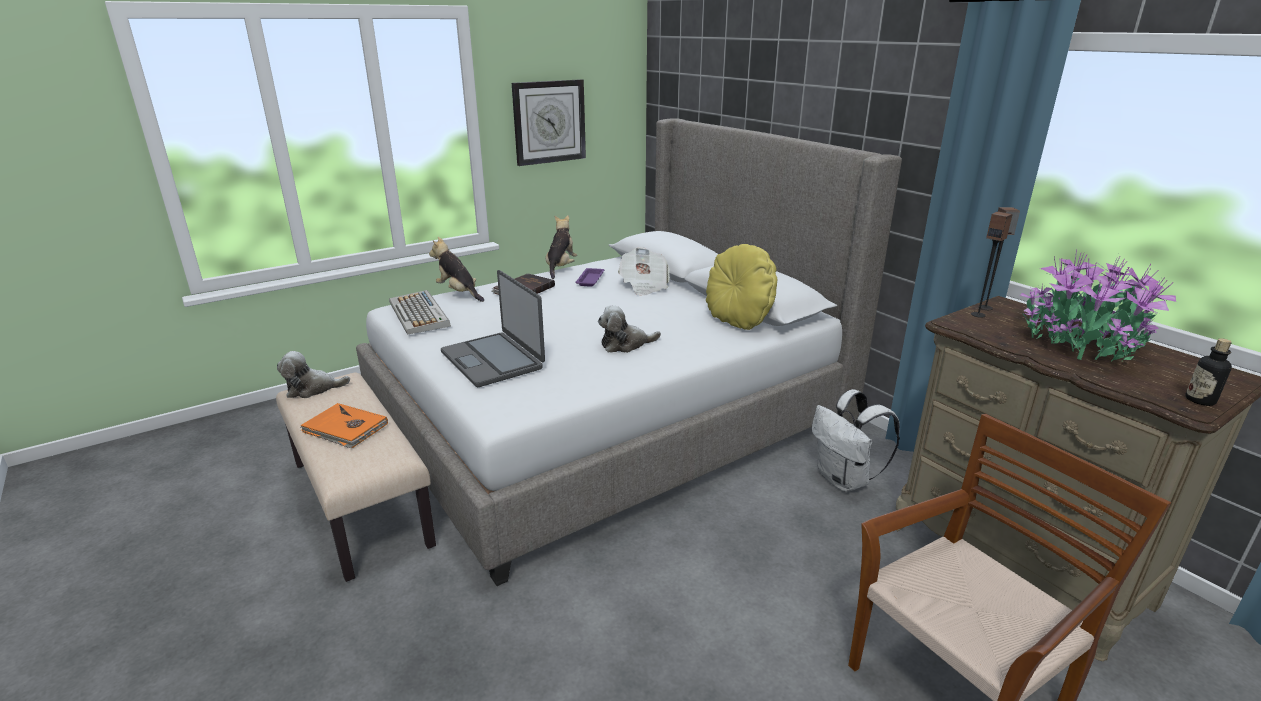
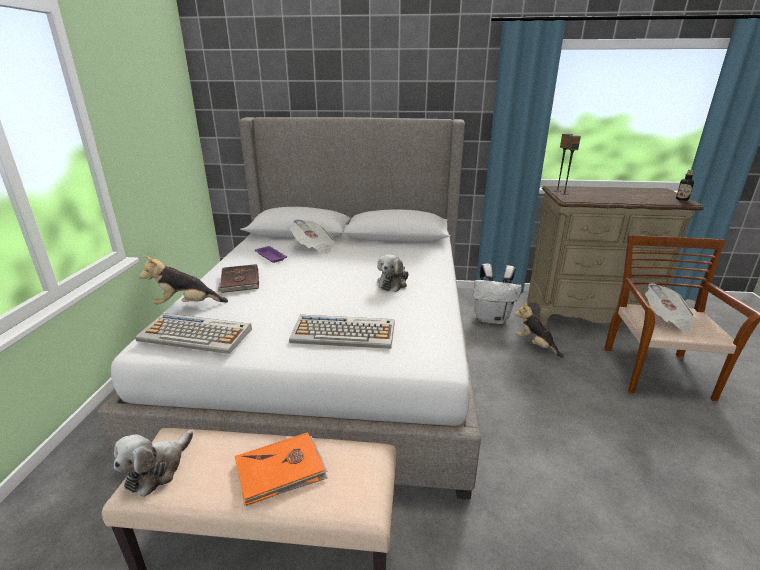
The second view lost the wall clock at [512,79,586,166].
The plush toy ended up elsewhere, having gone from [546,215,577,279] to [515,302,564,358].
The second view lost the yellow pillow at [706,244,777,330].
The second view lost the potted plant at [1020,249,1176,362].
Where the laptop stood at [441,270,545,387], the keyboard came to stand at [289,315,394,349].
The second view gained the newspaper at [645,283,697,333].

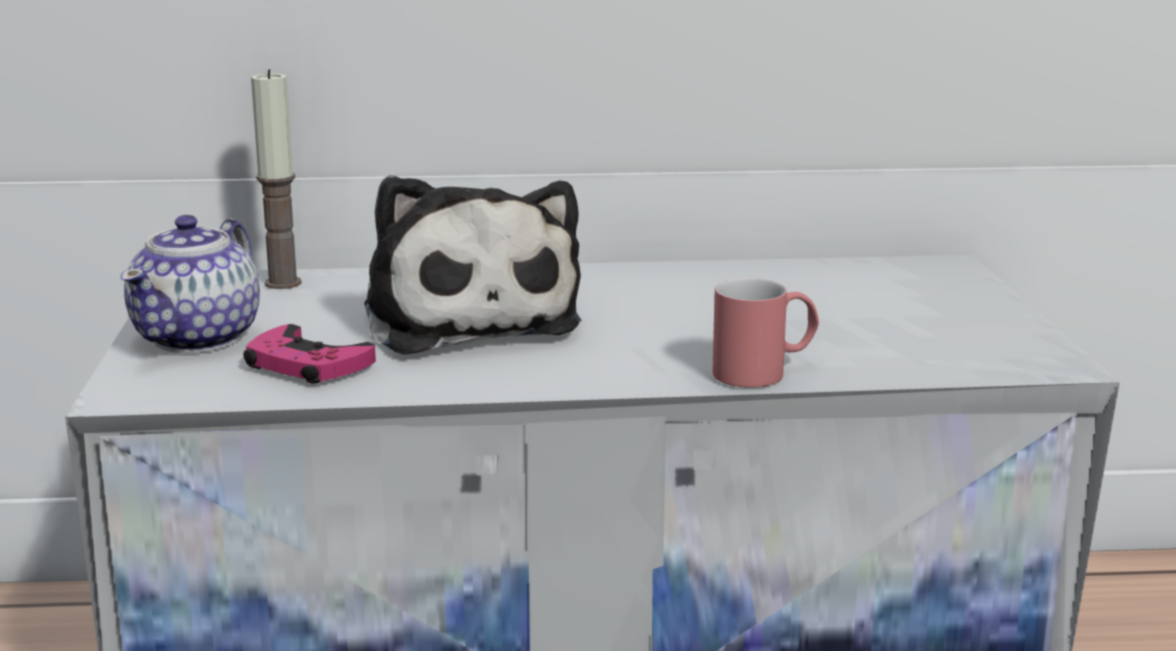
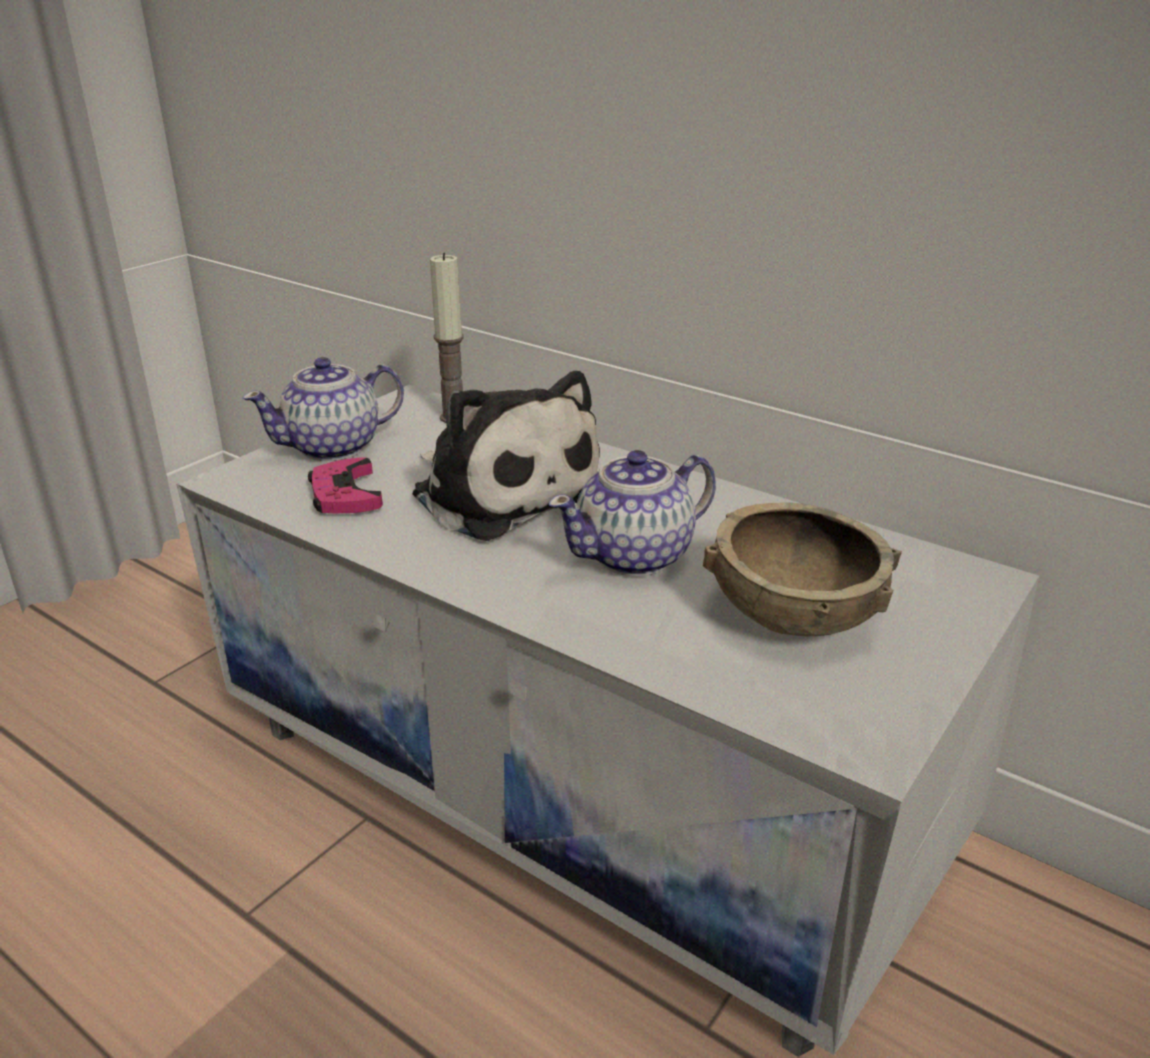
The plush toy at [364,175,582,355] ended up facing another way, 60 degrees counterclockwise from before.
The second view lost the red mug at [712,278,819,388].
The second view gained the teapot at [549,450,716,576].
The second view gained the brown bowl at [703,503,902,636].

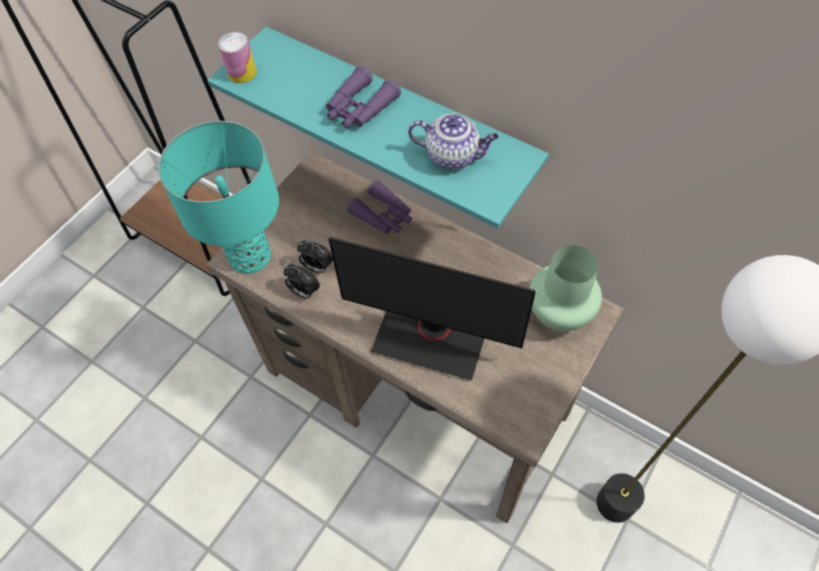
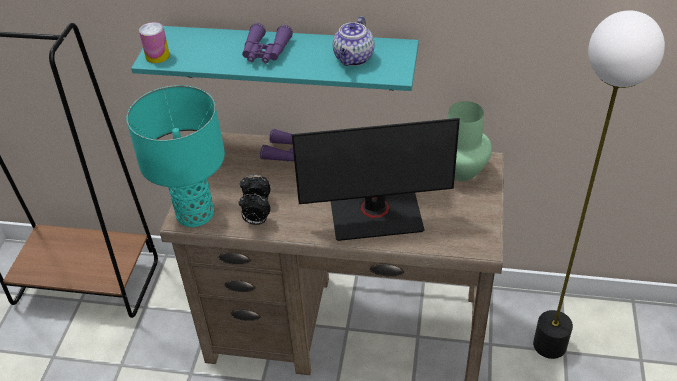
The teapot at [408,113,499,170] ended up facing another way, 120 degrees clockwise from before.

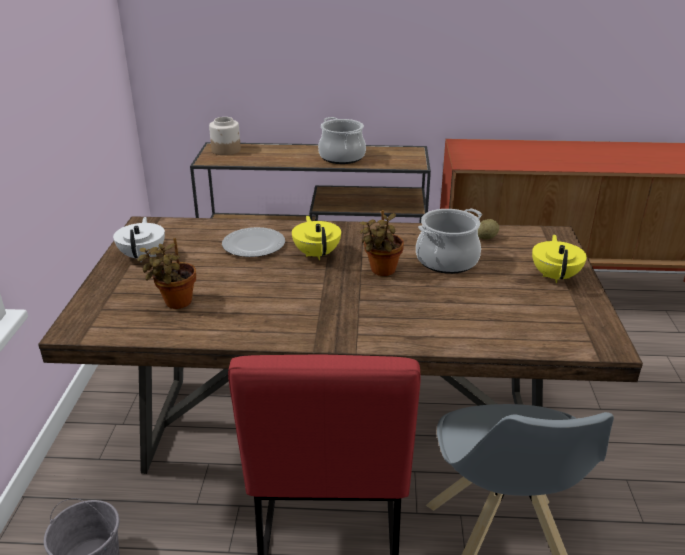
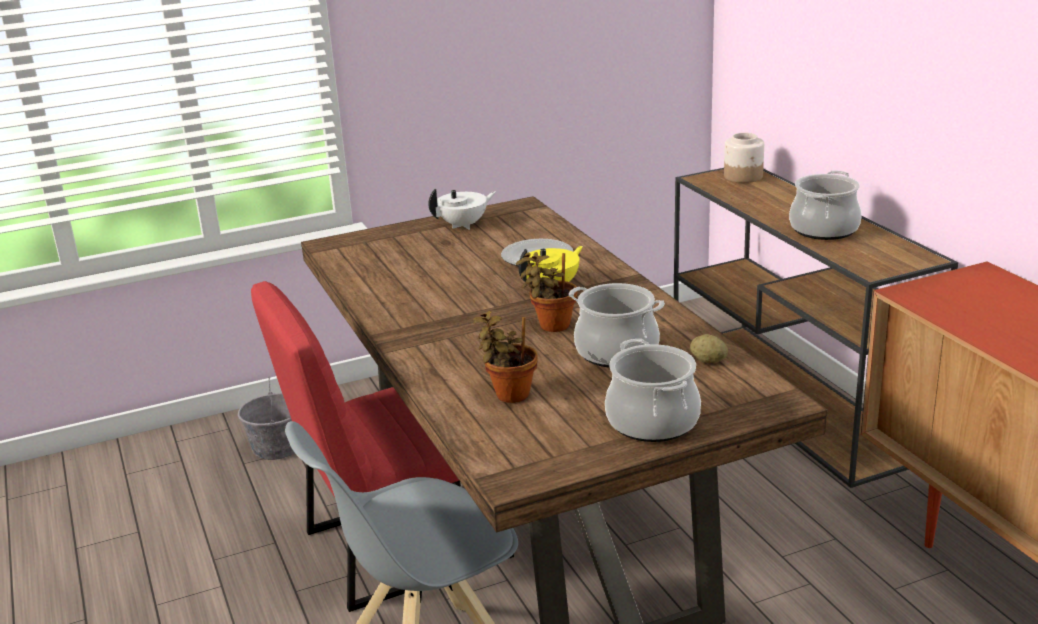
Where the yellow teapot stood at [532,235,587,283], the cooking pot came to stand at [605,339,701,442].
The potted plant ended up elsewhere, having gone from [137,238,196,309] to [473,311,538,403].

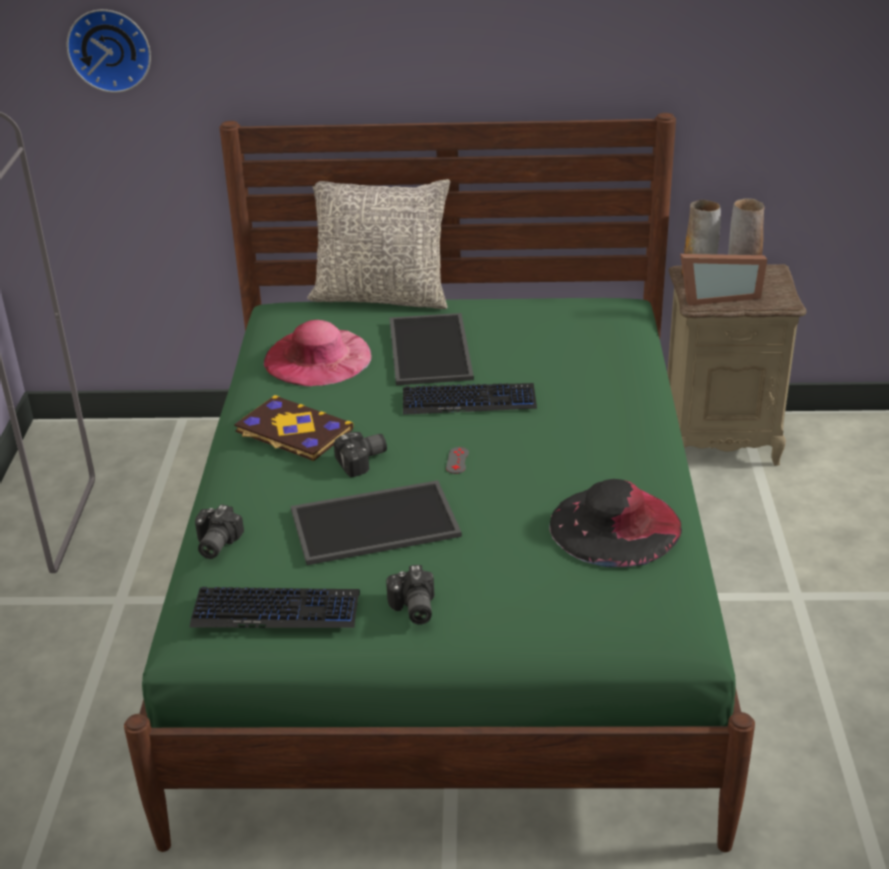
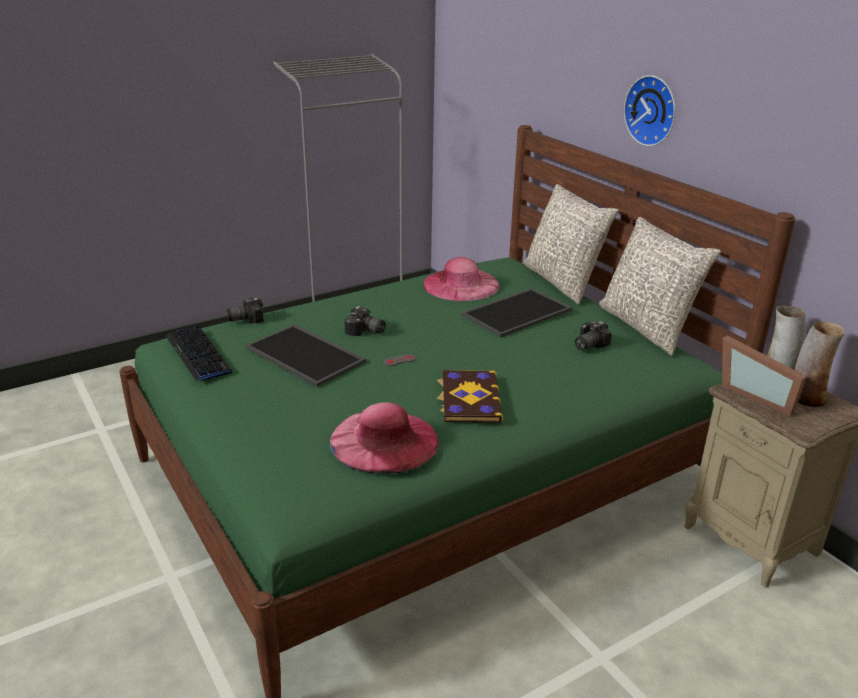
The wall clock ended up elsewhere, having gone from [67,9,151,93] to [624,75,675,146].
The second view lost the keyboard at [403,383,537,415].
The book ended up elsewhere, having gone from [234,395,353,461] to [437,370,503,423].
What was the black hat at [550,479,682,567] turned into the pink hat at [330,402,439,474].
The photo camera ended up elsewhere, having gone from [386,565,435,625] to [575,321,612,350].
The second view gained the grey pillow at [599,217,721,355].

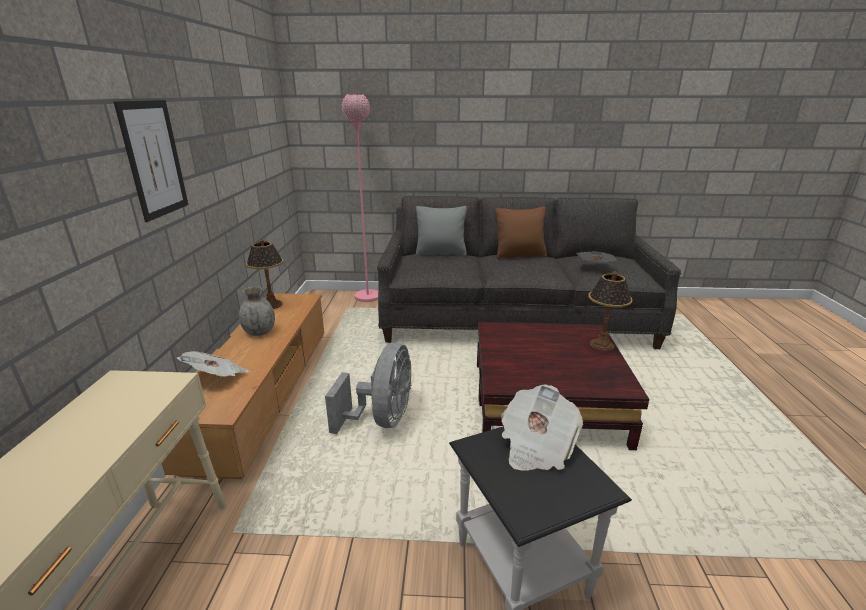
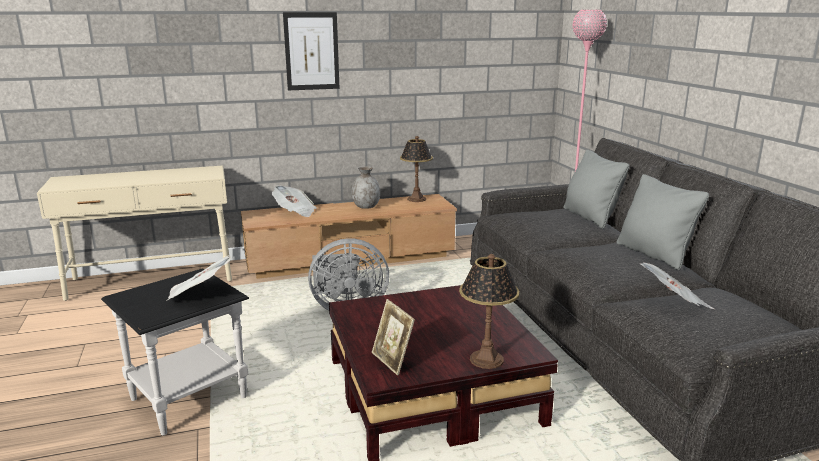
What was the brown pillow at [495,207,547,259] turned into the grey pillow at [617,174,709,270].
The second view gained the picture frame at [372,299,415,375].

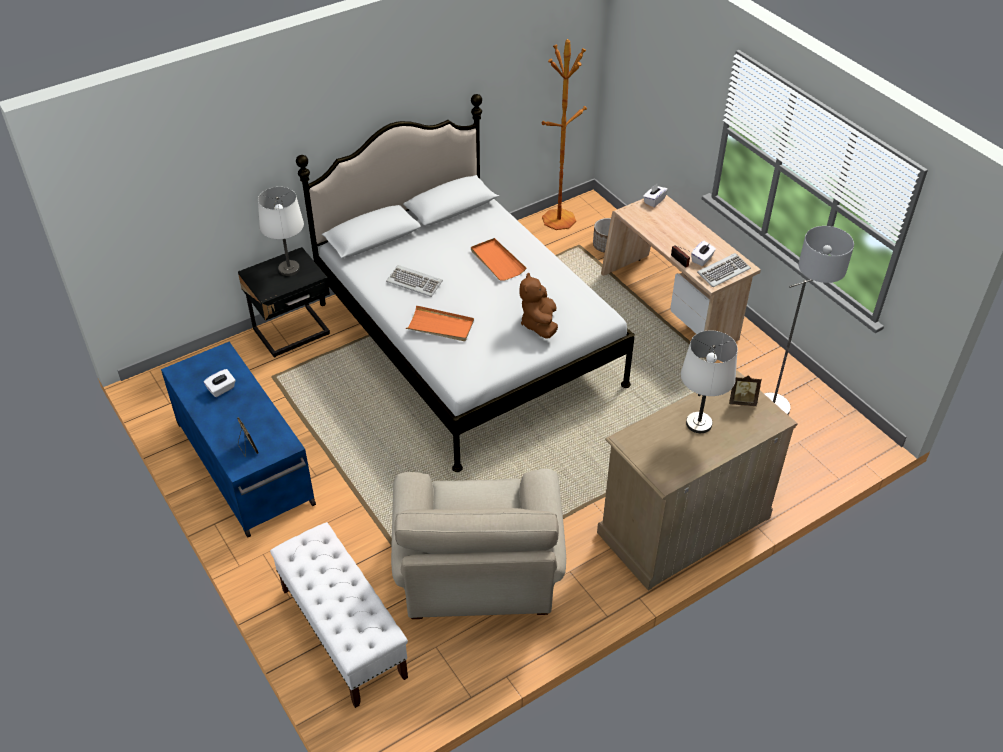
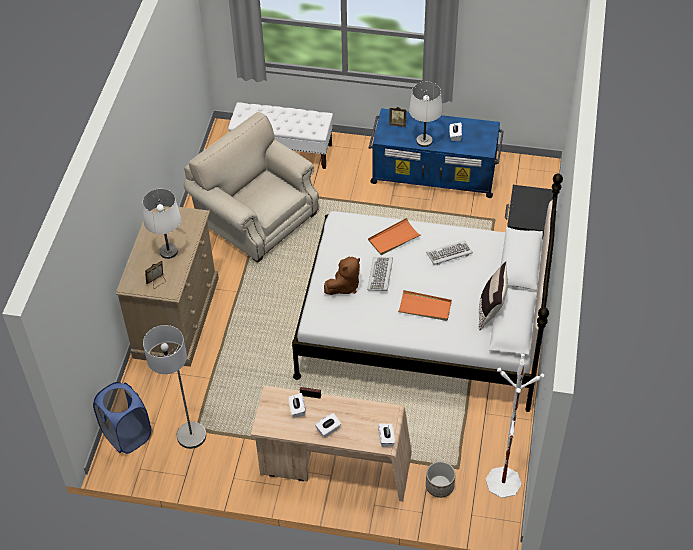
What was the orange clothes rack at [542,39,587,230] turned into the white clothes rack at [485,354,544,498].
The white table lamp ended up elsewhere, having gone from [258,187,304,276] to [409,82,443,147].
The keyboard ended up elsewhere, having gone from [697,253,751,287] to [367,257,393,291].
The brown plush toy at [519,272,558,339] ended up facing another way, 90 degrees clockwise from before.
The second view gained the pillow at [479,261,508,331].
The second view gained the blue laundry basket at [93,382,151,454].
The second view gained the white tissue box at [315,413,341,437].

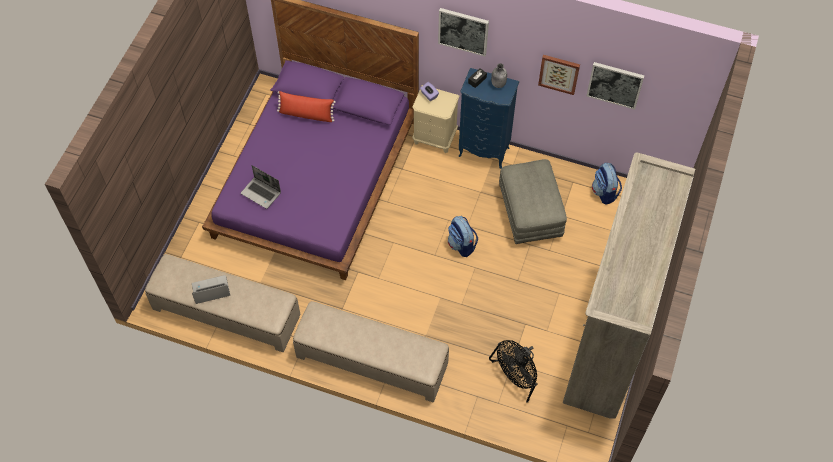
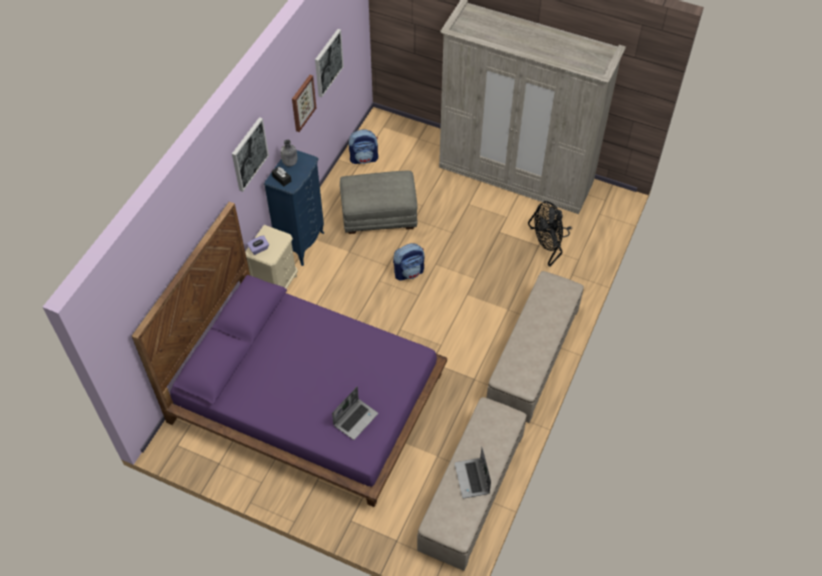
The second view lost the red pillow at [277,91,336,122].
The black fan at [489,340,537,403] ended up facing another way, 105 degrees clockwise from before.

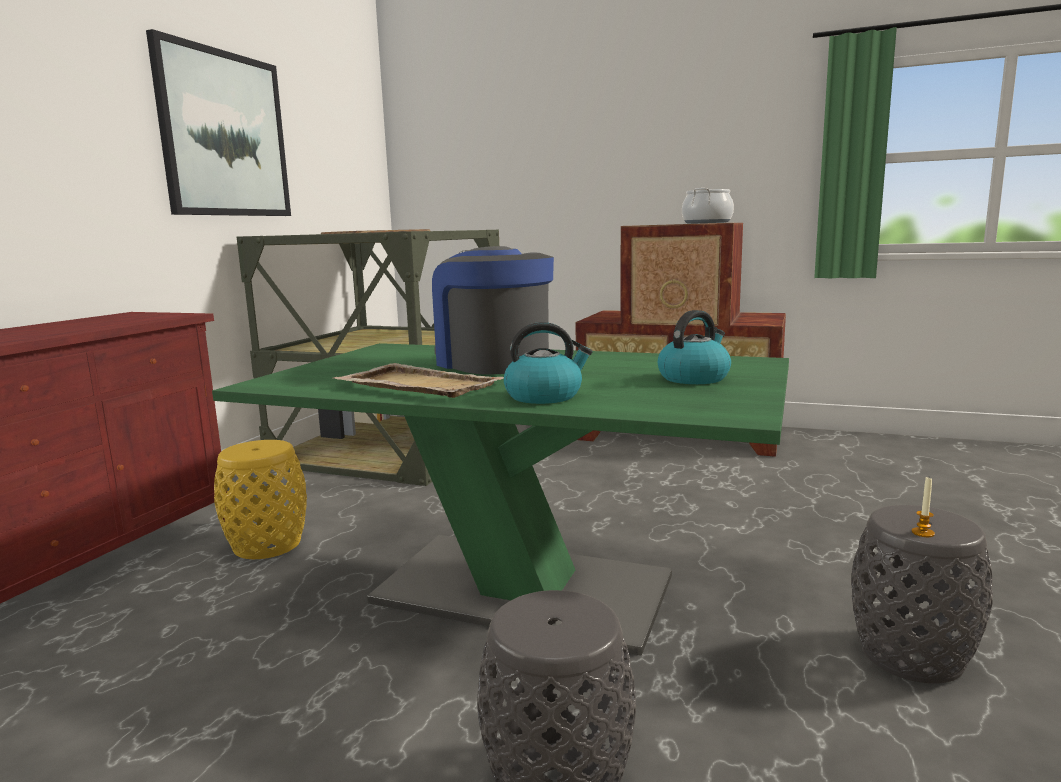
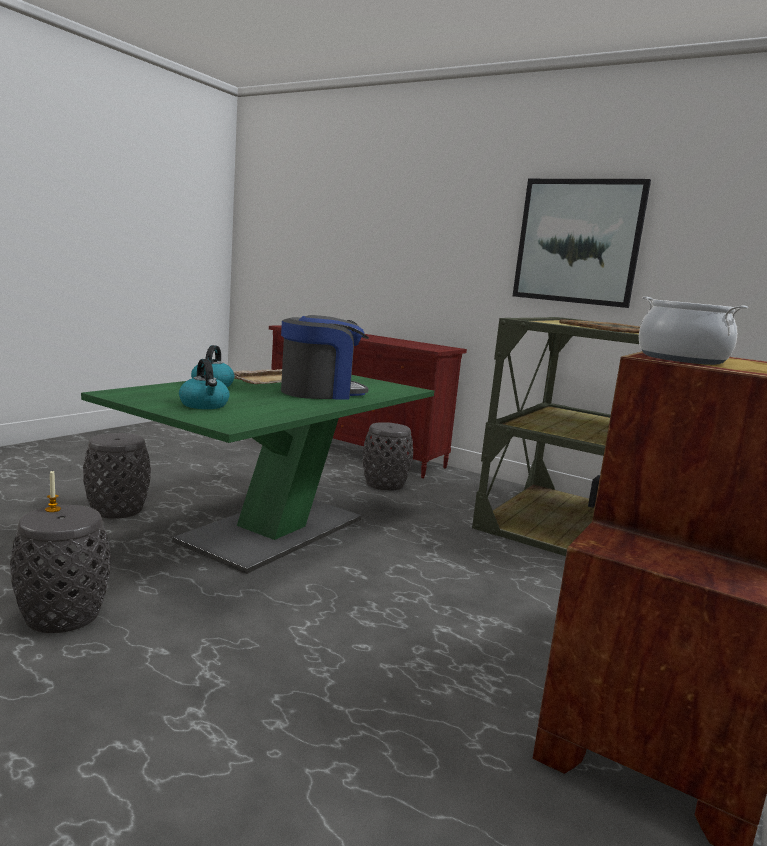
What was the yellow stool at [214,440,307,559] turned into the grey stool at [363,422,413,491].

